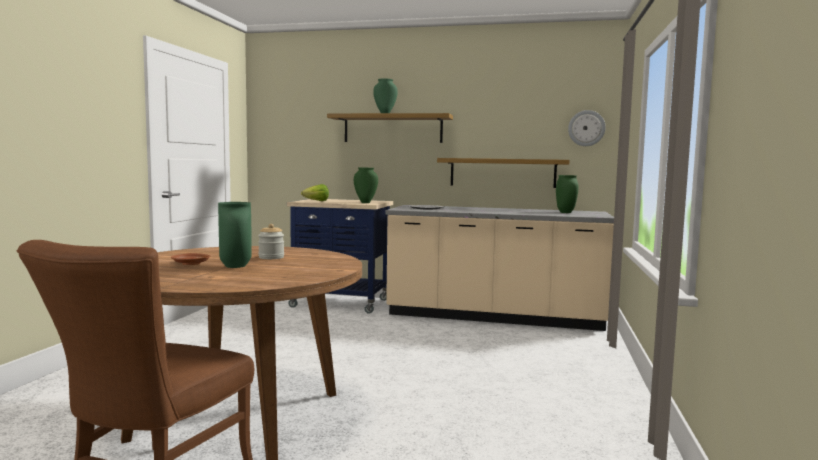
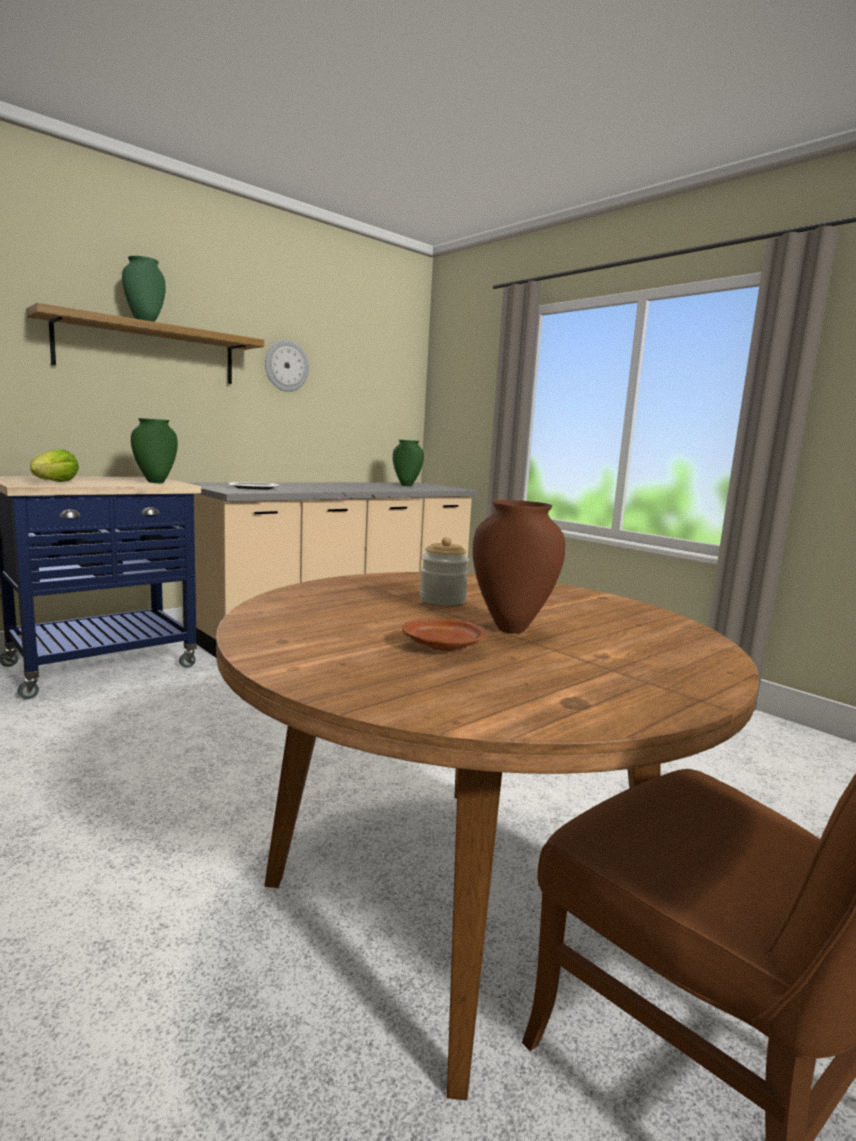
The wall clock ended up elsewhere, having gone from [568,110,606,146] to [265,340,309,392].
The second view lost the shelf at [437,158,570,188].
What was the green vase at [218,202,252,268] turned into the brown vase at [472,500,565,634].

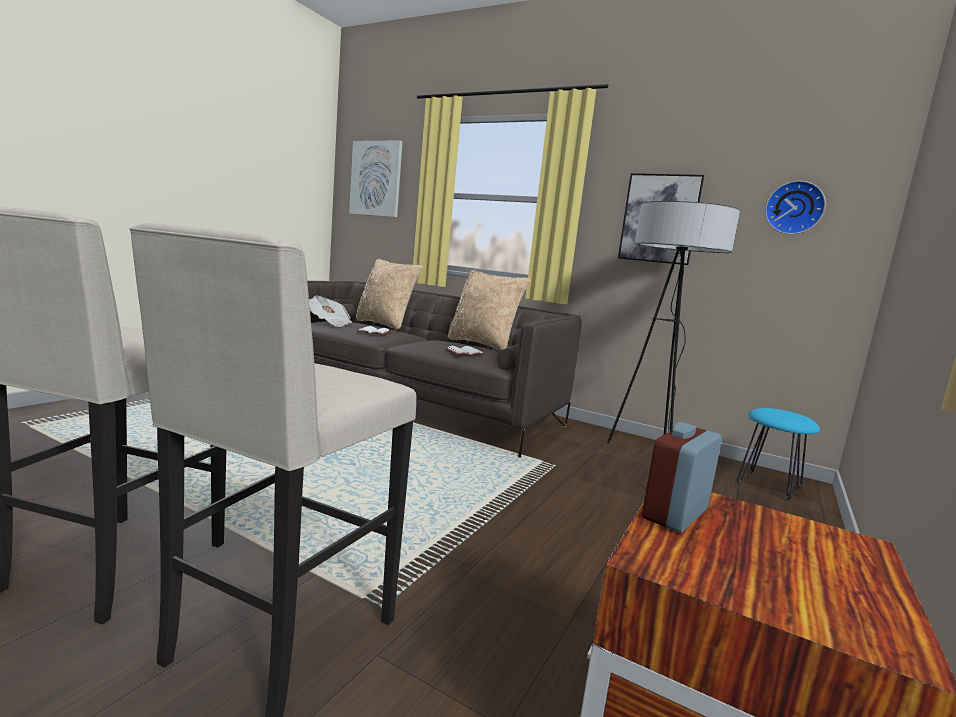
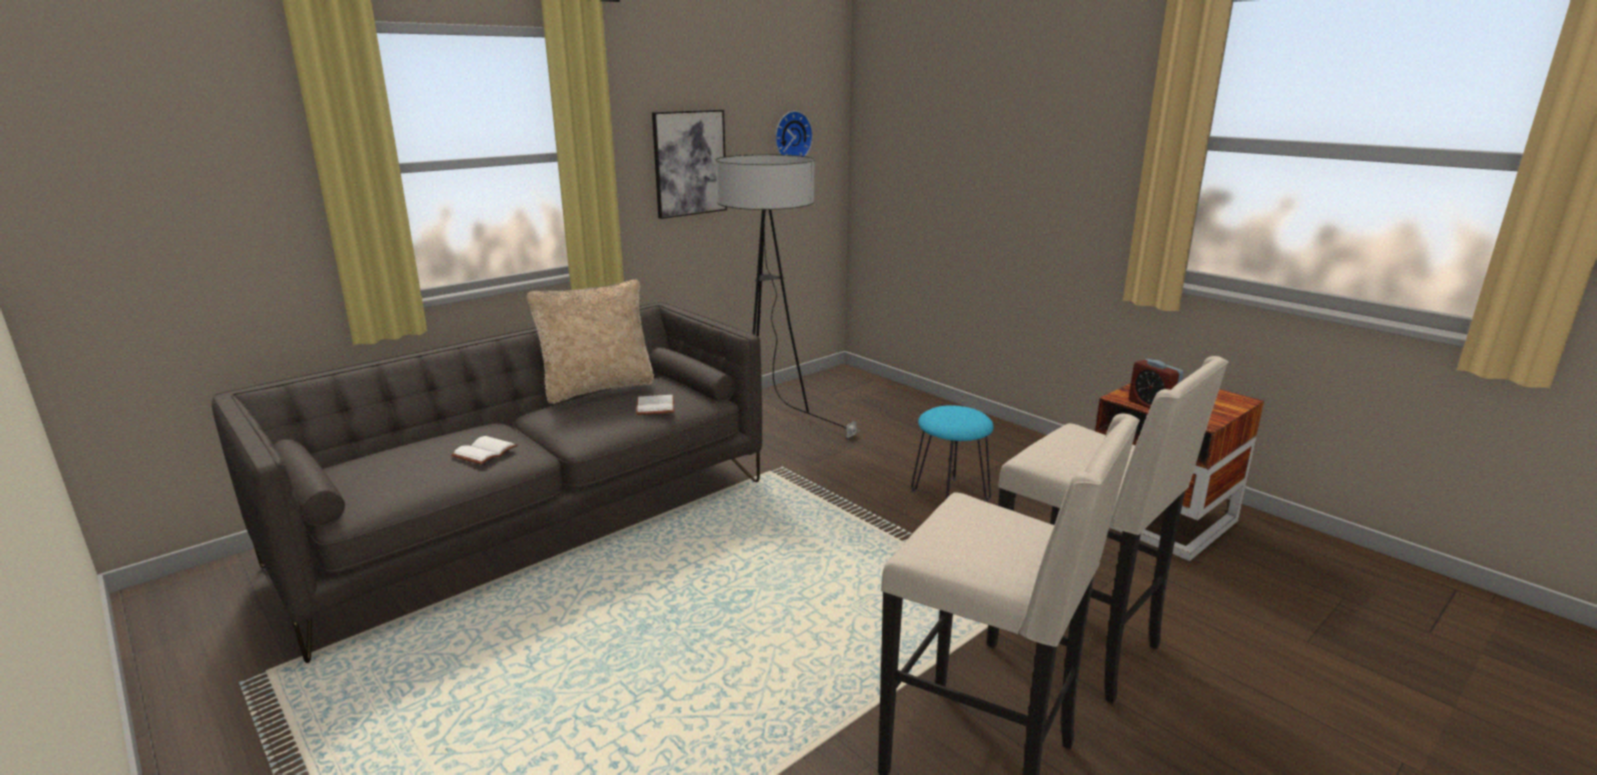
The second view lost the picture at [349,140,403,217].
The second view lost the beige pillow at [356,259,423,330].
The second view lost the newspaper at [309,296,352,327].
The turquoise stool ended up elsewhere, having gone from [736,408,820,502] to [911,405,994,502].

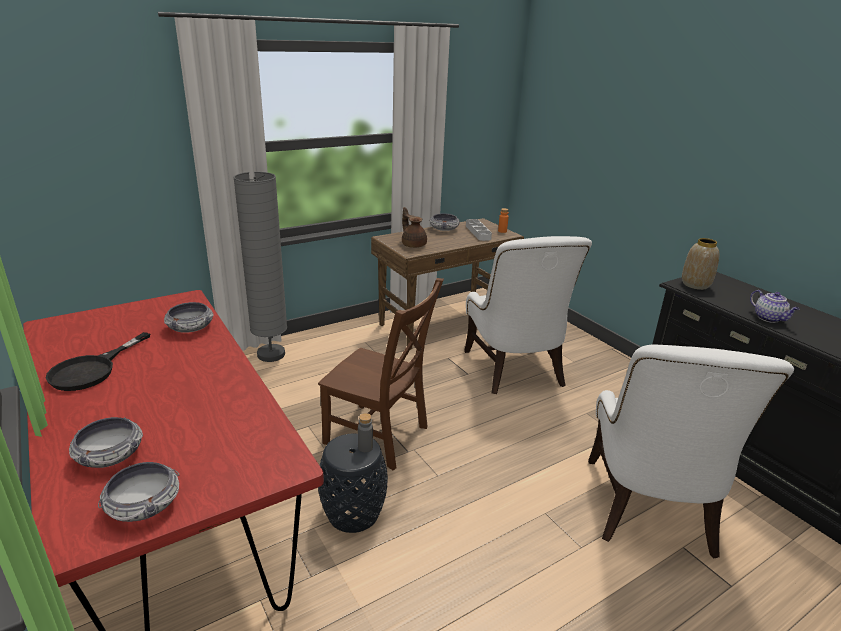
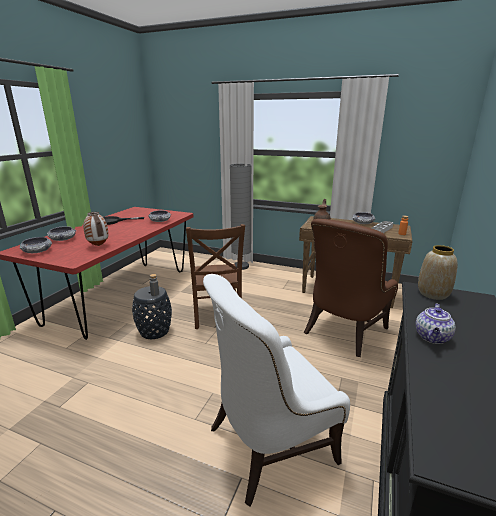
What was the white chair at [464,236,592,394] turned into the brown chair at [304,219,398,357].
The second view gained the vase at [83,212,108,246].

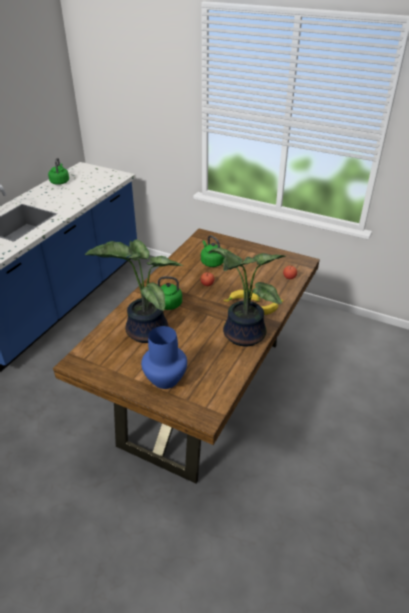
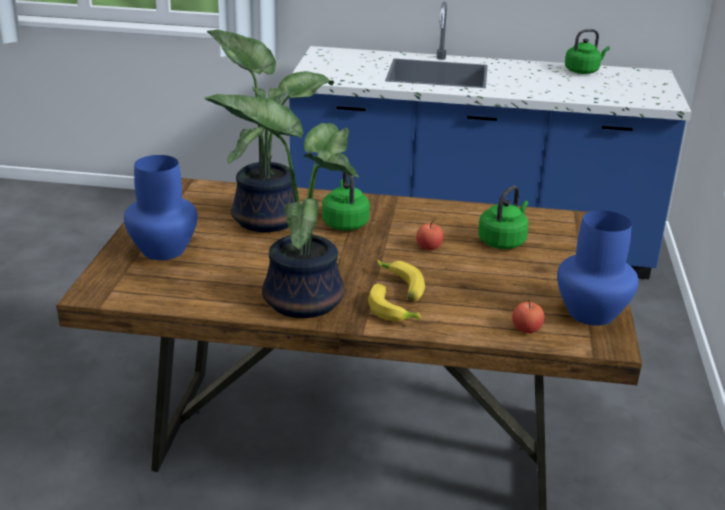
The second view gained the blue vase at [557,210,639,326].

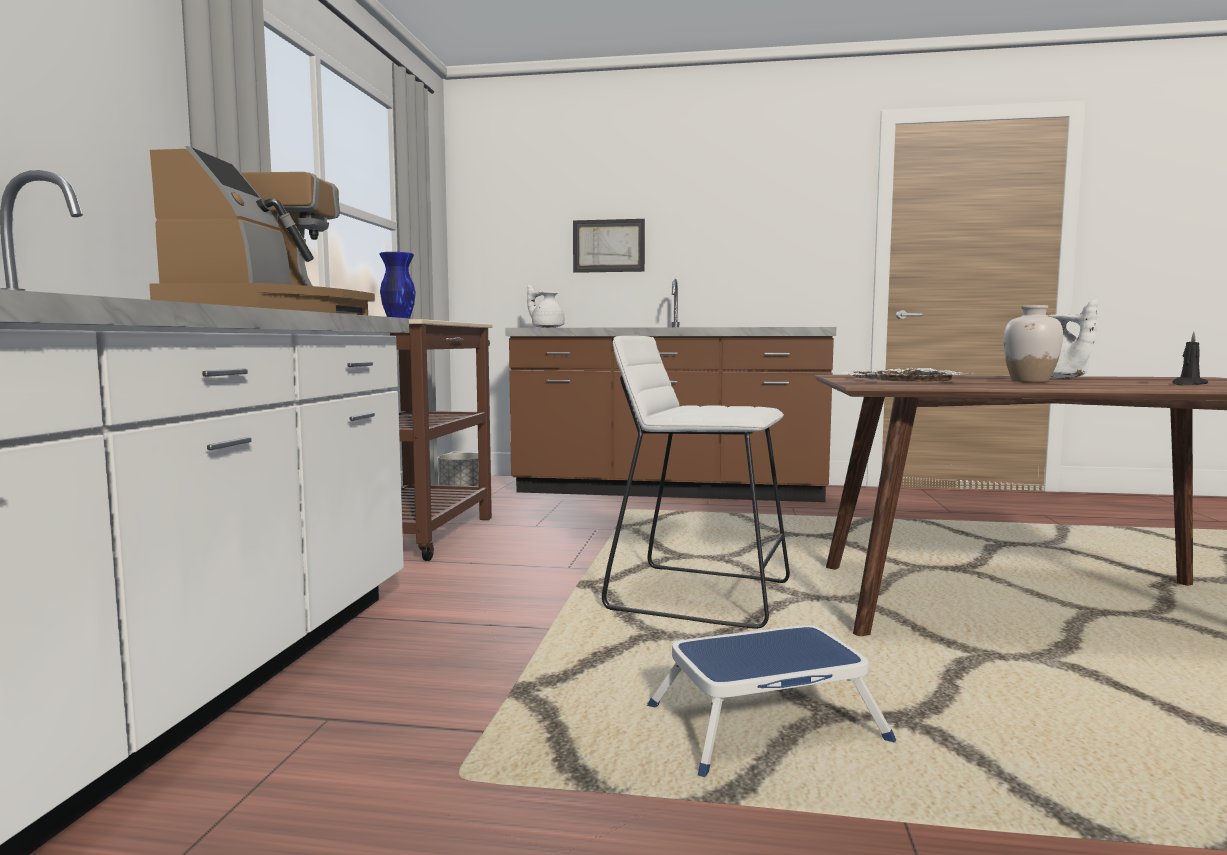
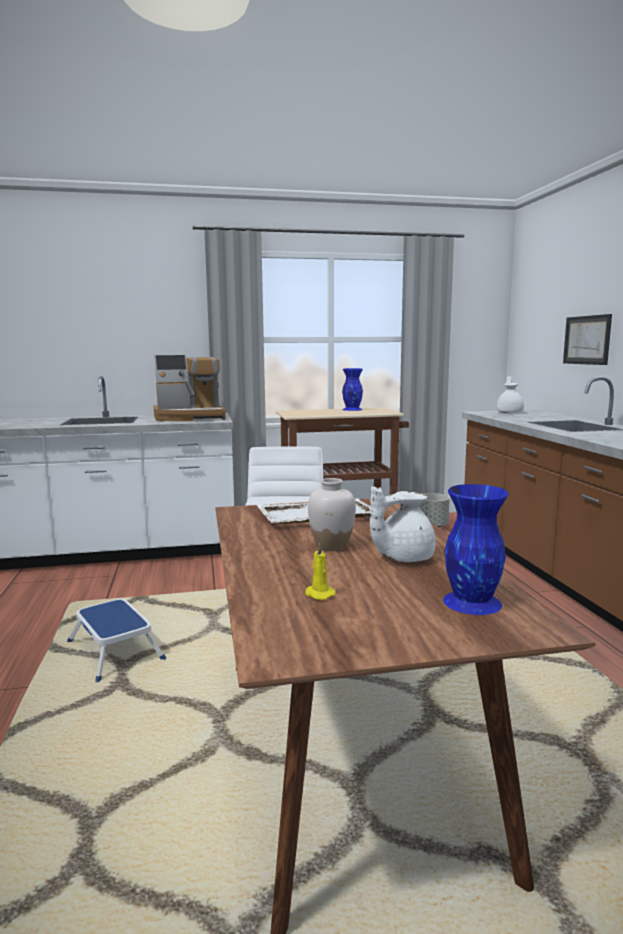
What was the black candle at [1172,332,1208,385] turned into the yellow candle at [305,542,336,600].
The second view gained the blue vase at [443,484,509,615].

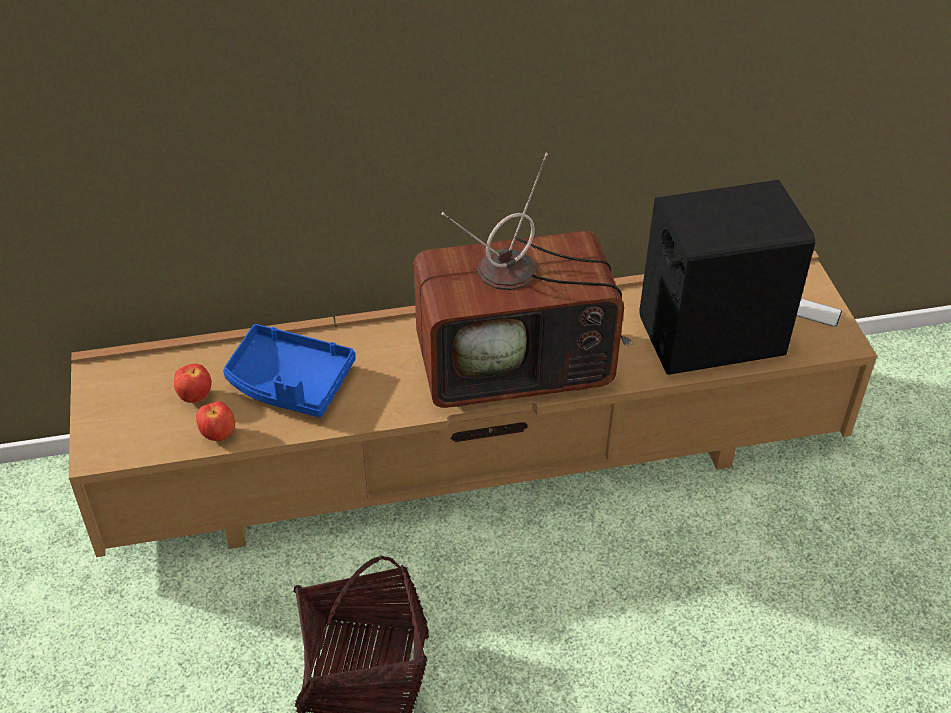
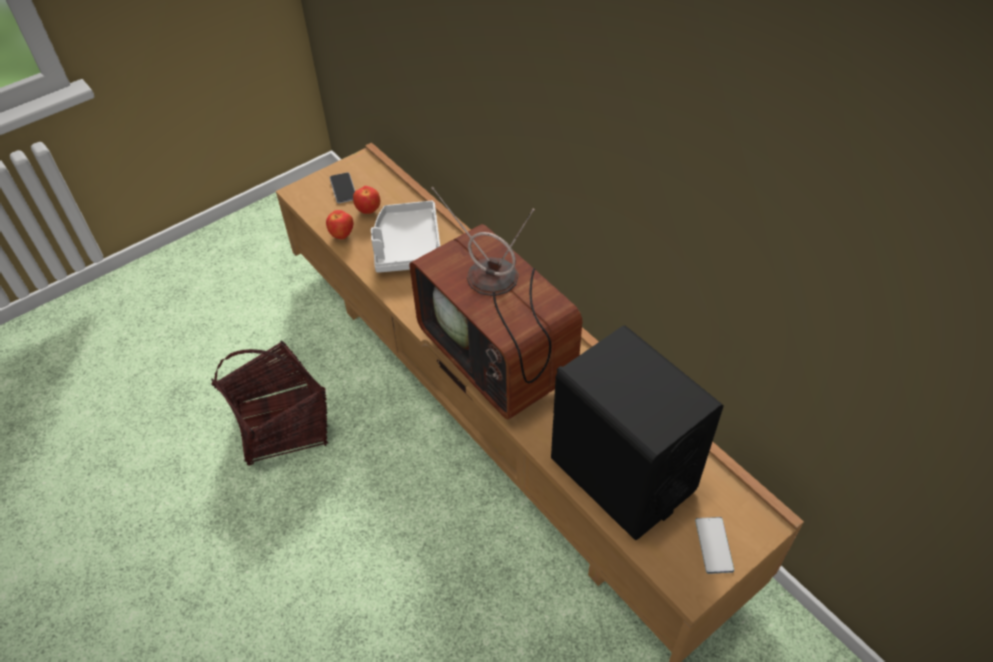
What was the blue tray at [223,324,356,417] turned into the white tray at [371,201,440,273].
The second view gained the phone at [330,172,355,203].

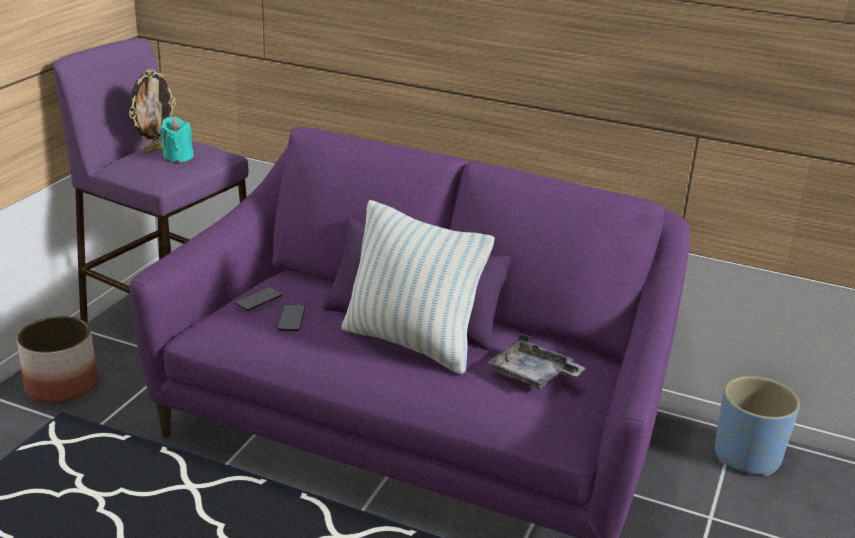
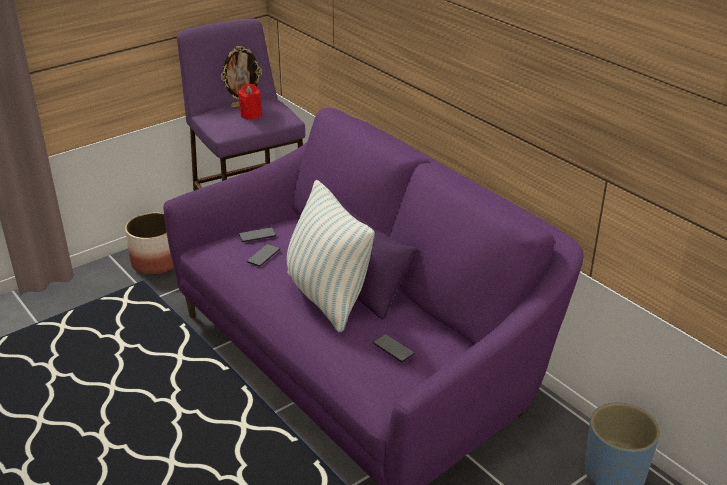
What was the turquoise candle at [159,117,194,163] turned into the red candle at [238,84,262,119].
Where the grey tray stood at [487,334,586,389], the phone came to stand at [373,334,415,362].

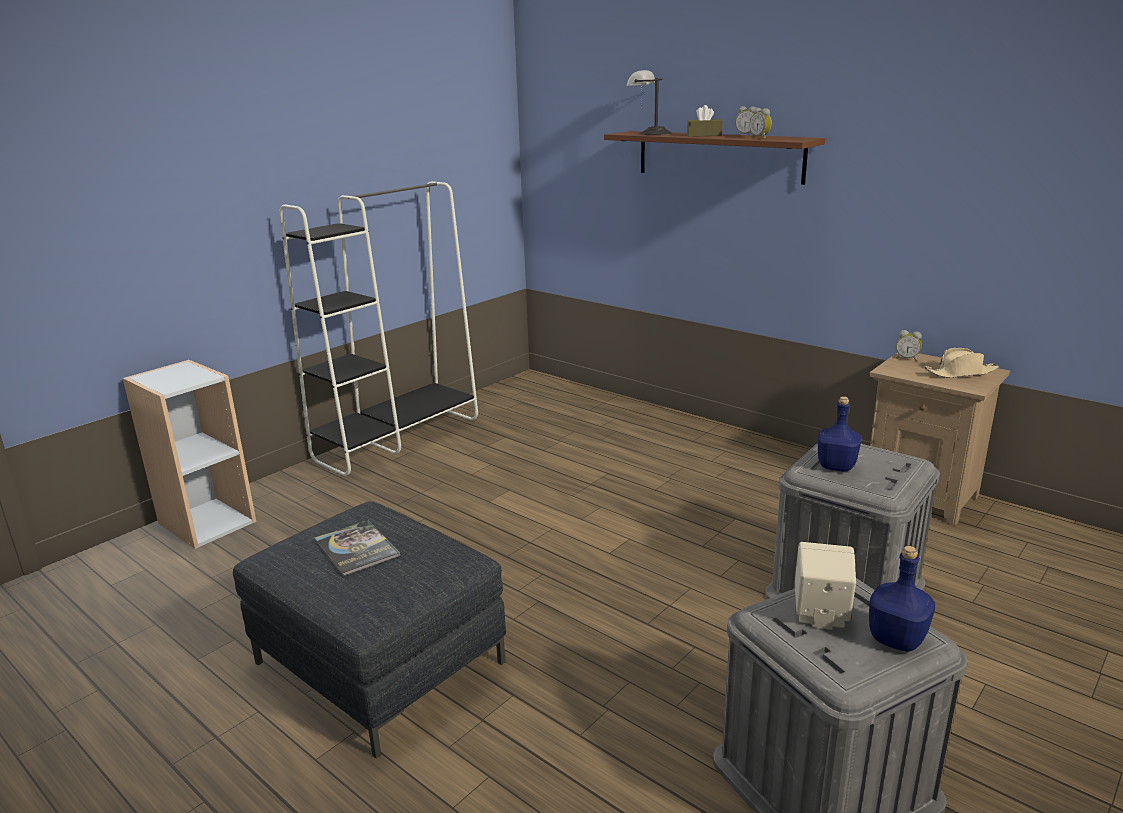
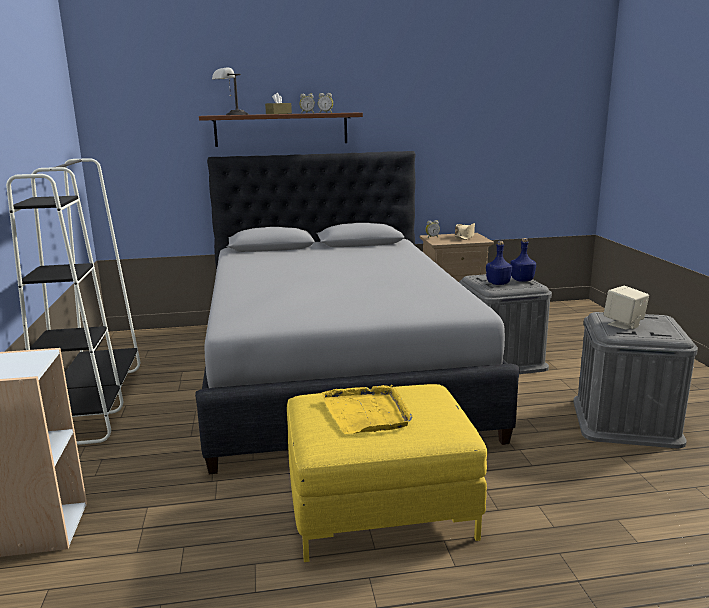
What was the grey ottoman at [233,501,506,758] turned into the yellow ottoman at [287,384,487,562].
Where the book stood at [314,520,400,576], the yellow tray came to stand at [322,385,413,434].
The blue bottle ended up elsewhere, having gone from [869,546,936,652] to [510,238,536,282].
The second view gained the grey bed at [195,151,520,474].

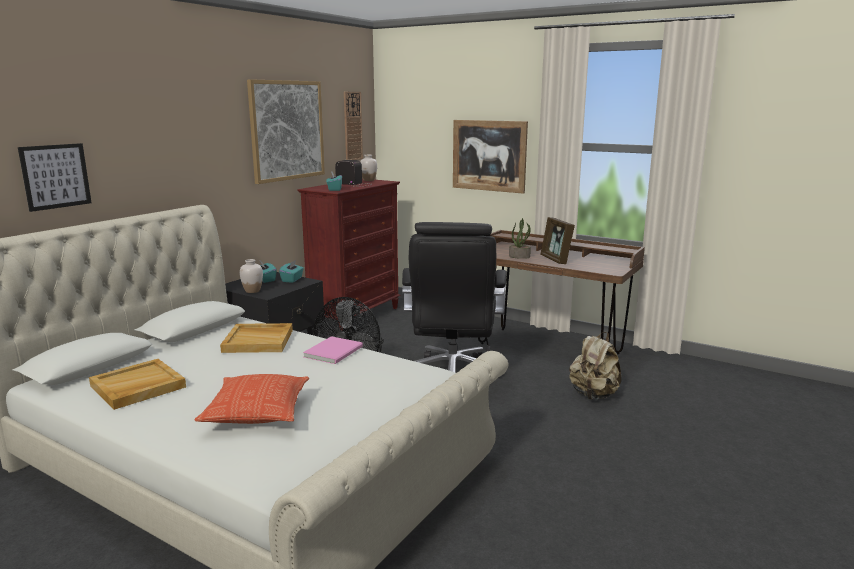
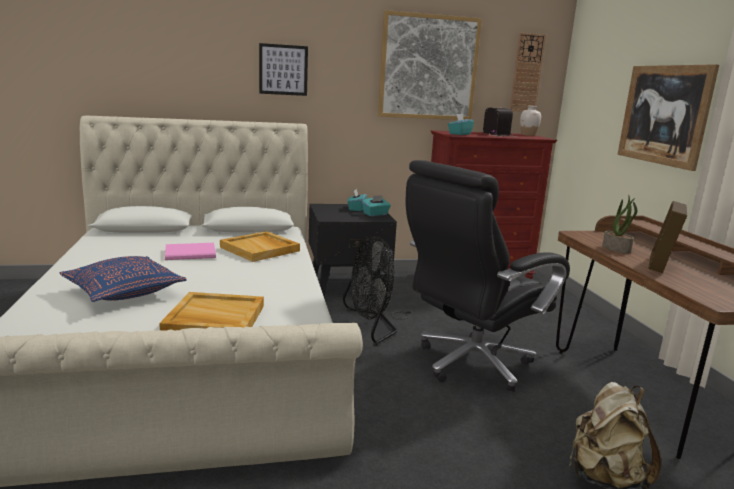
The picture ended up elsewhere, having gone from [18,143,92,212] to [259,43,308,96].
The second view lost the white vase at [240,259,263,293].
The pink book ended up elsewhere, having gone from [303,336,363,364] to [165,243,216,260].
The beige tray ended up elsewhere, having gone from [89,359,186,410] to [159,292,264,330].
What was the orange pillow at [194,374,309,424] turned into the blue pillow at [60,256,187,302].

